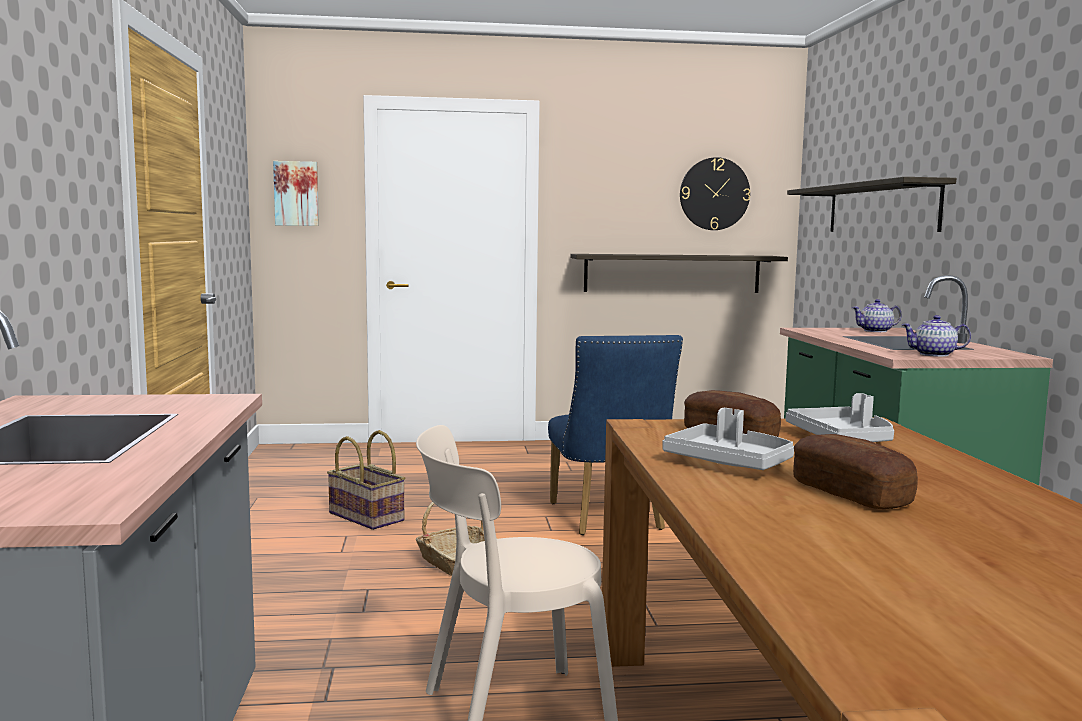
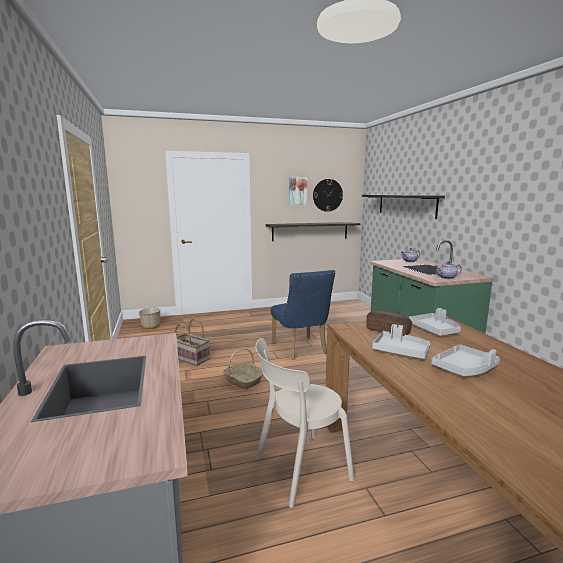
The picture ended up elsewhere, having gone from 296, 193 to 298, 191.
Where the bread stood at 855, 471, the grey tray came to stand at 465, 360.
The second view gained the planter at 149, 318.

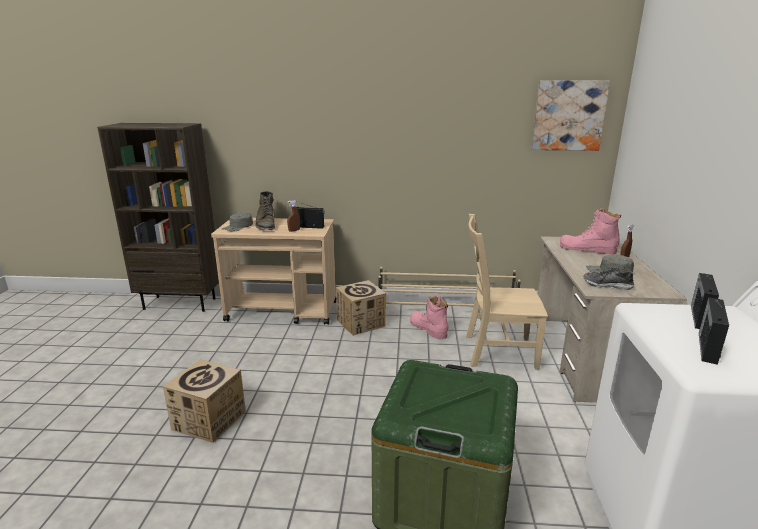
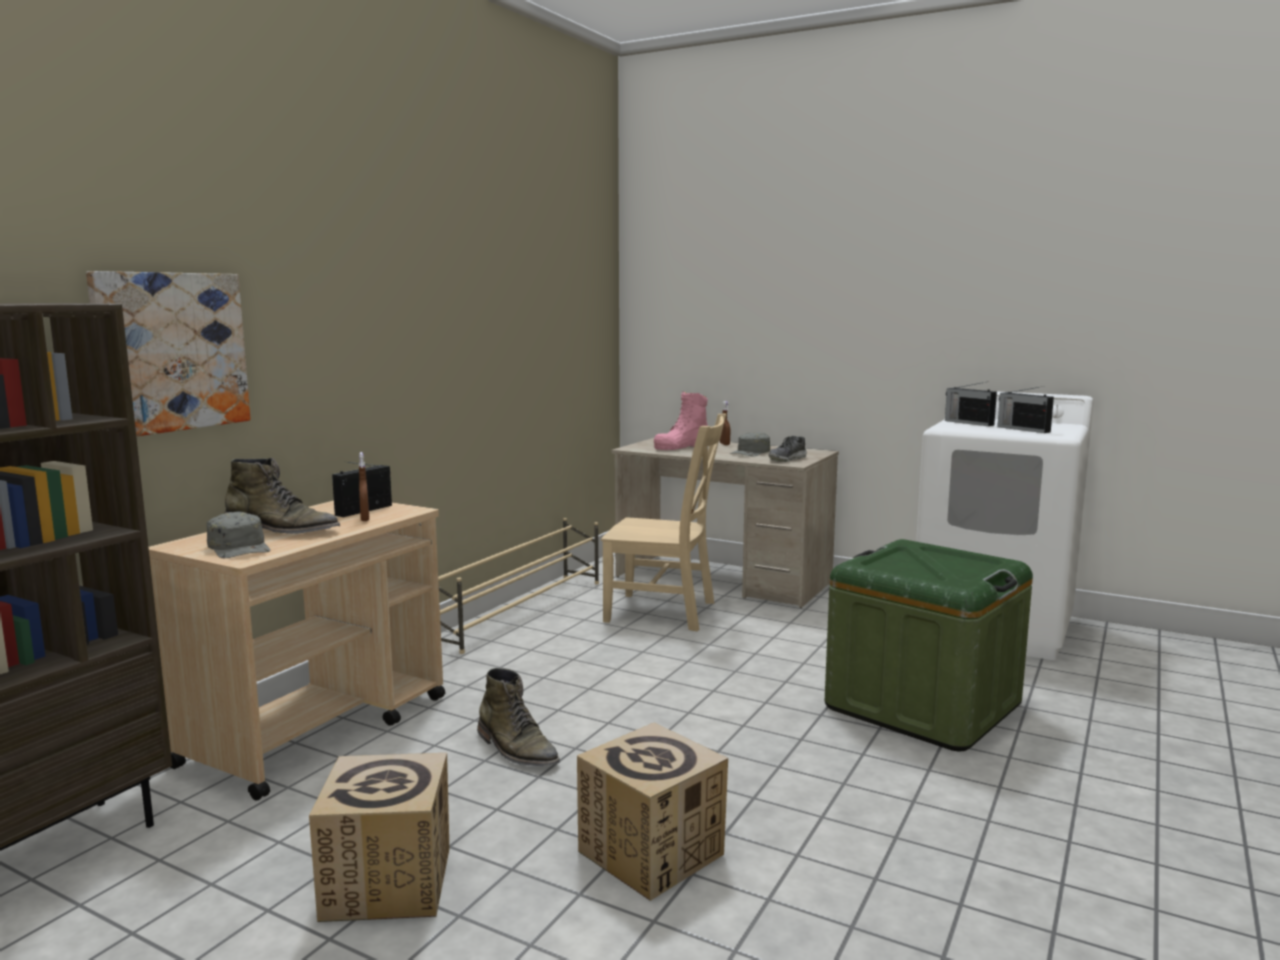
The picture ended up elsewhere, having gone from 571, 115 to 168, 353.
The beige chair at 507, 292 ended up facing another way, 105 degrees counterclockwise from before.
The cardboard box ended up elsewhere, having gone from 361, 308 to 379, 837.
The second view lost the pink boot at 429, 317.
The second view gained the green boot at 518, 717.

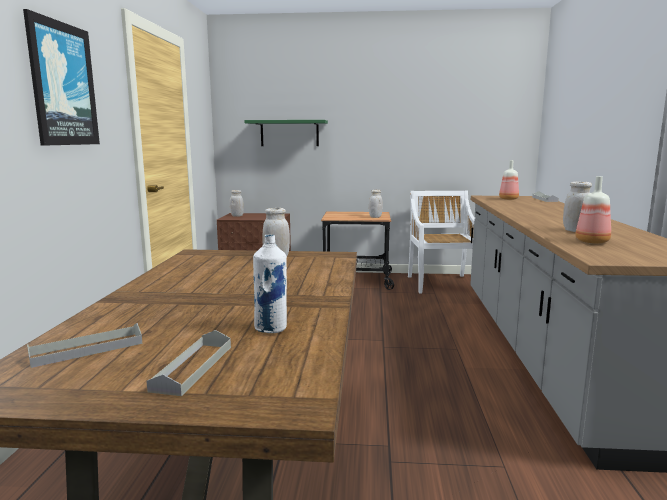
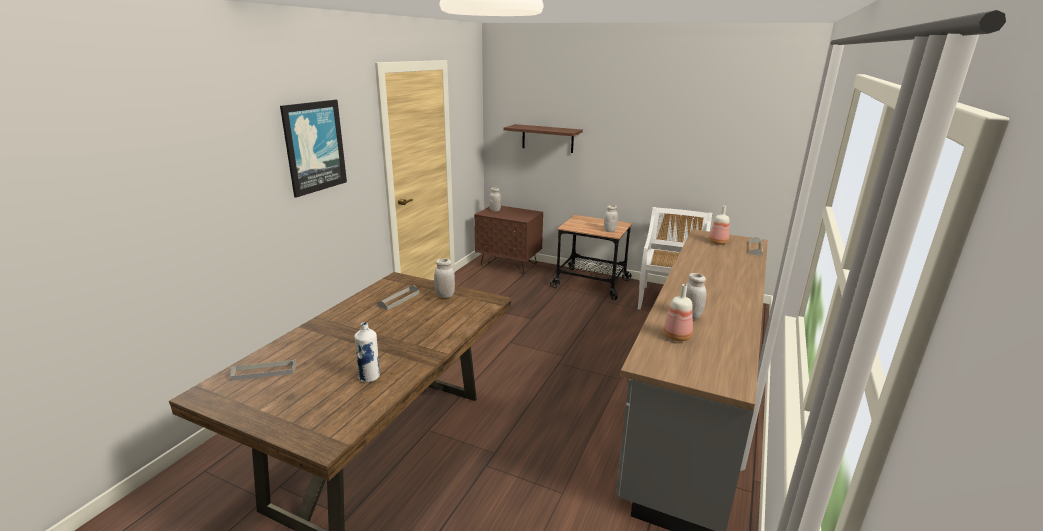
What was the green shelf at 286, 133 turned into the brown shelf at 543, 138.
The grey tray ended up elsewhere, having gone from 188, 363 to 398, 297.

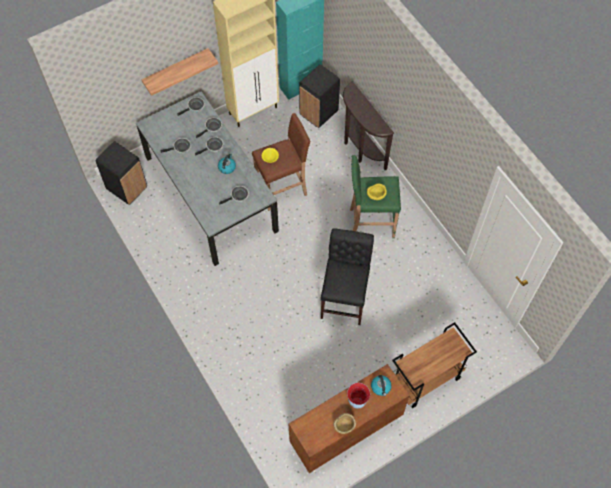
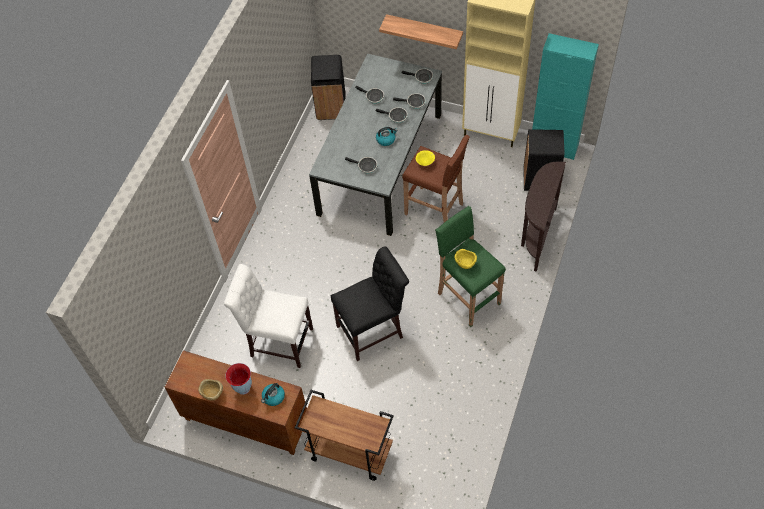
The second view gained the white chair at 268, 316.

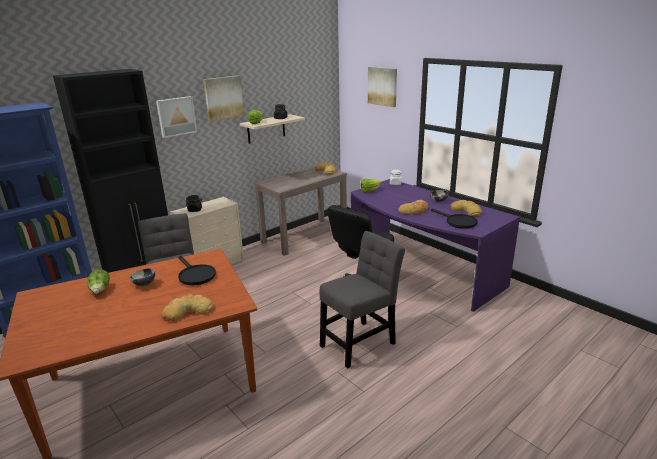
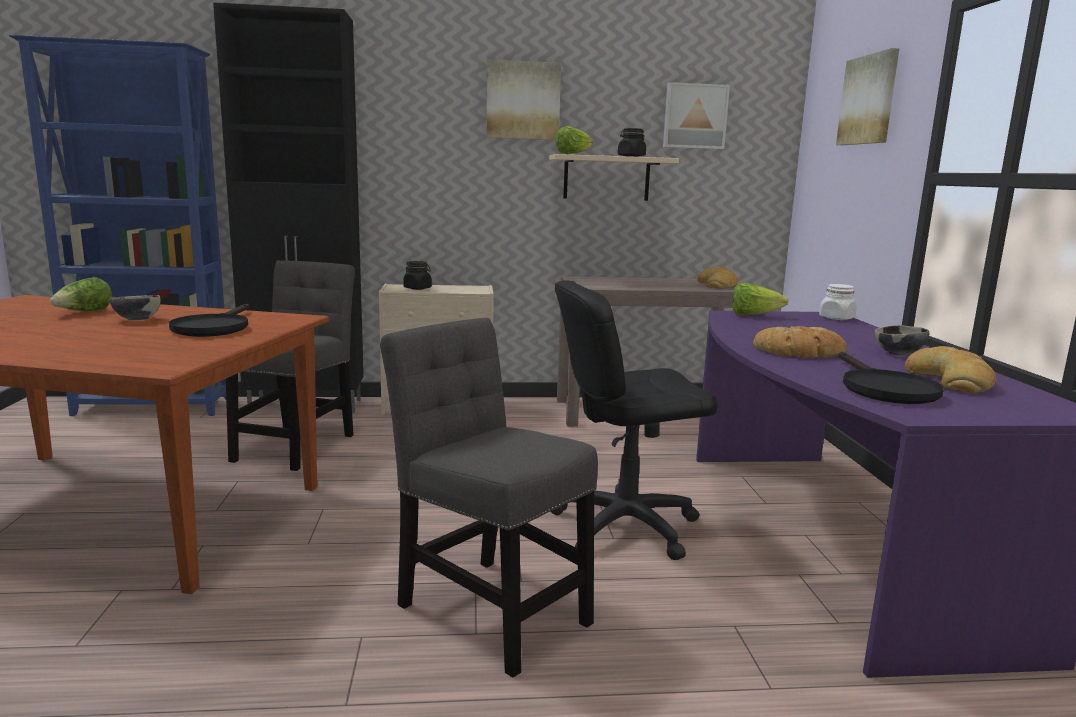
The picture ended up elsewhere, having gone from 176, 117 to 696, 115.
The grey chair at 362, 299 ended up facing another way, 135 degrees counterclockwise from before.
The second view lost the bread at 187, 308.

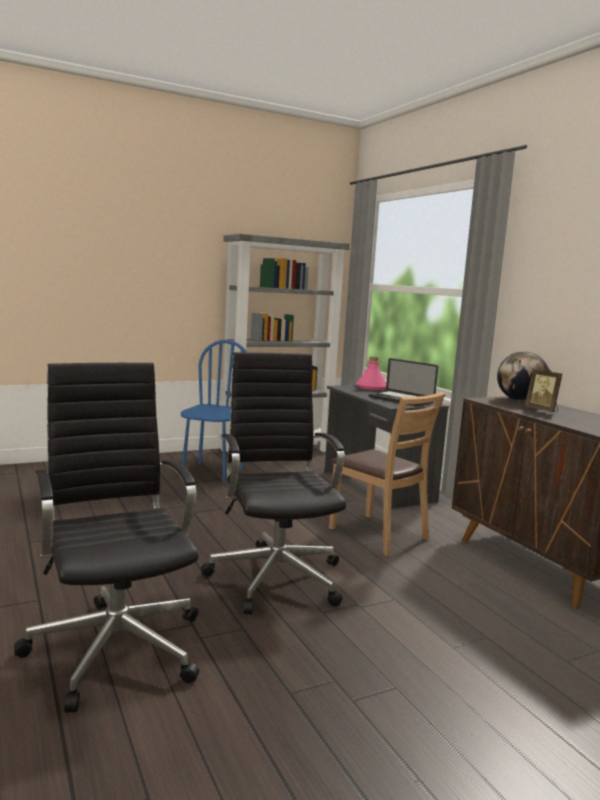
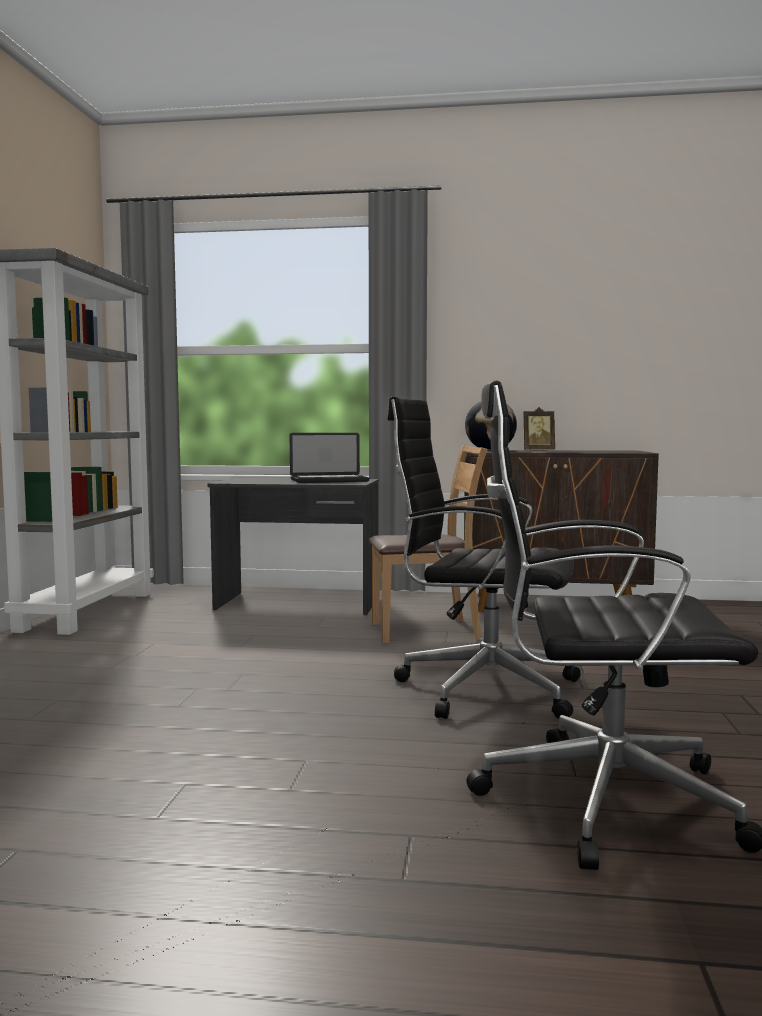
The second view lost the blue chair at 214, 411.
The second view lost the pink bottle at 371, 373.

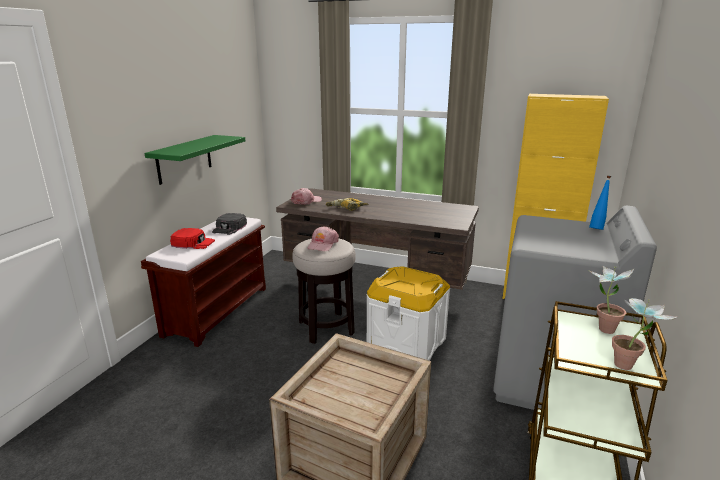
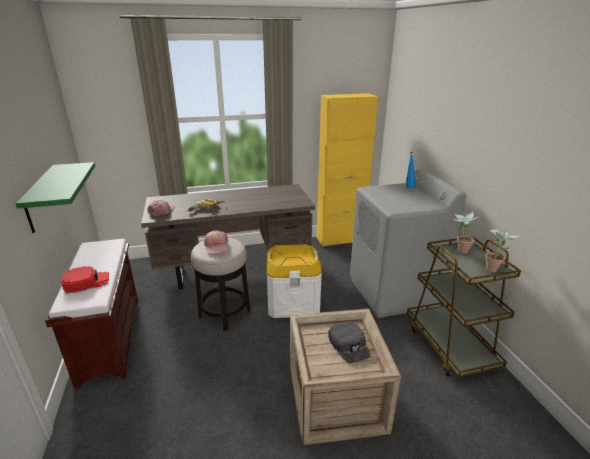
The black cap ended up elsewhere, having gone from 229, 224 to 349, 342.

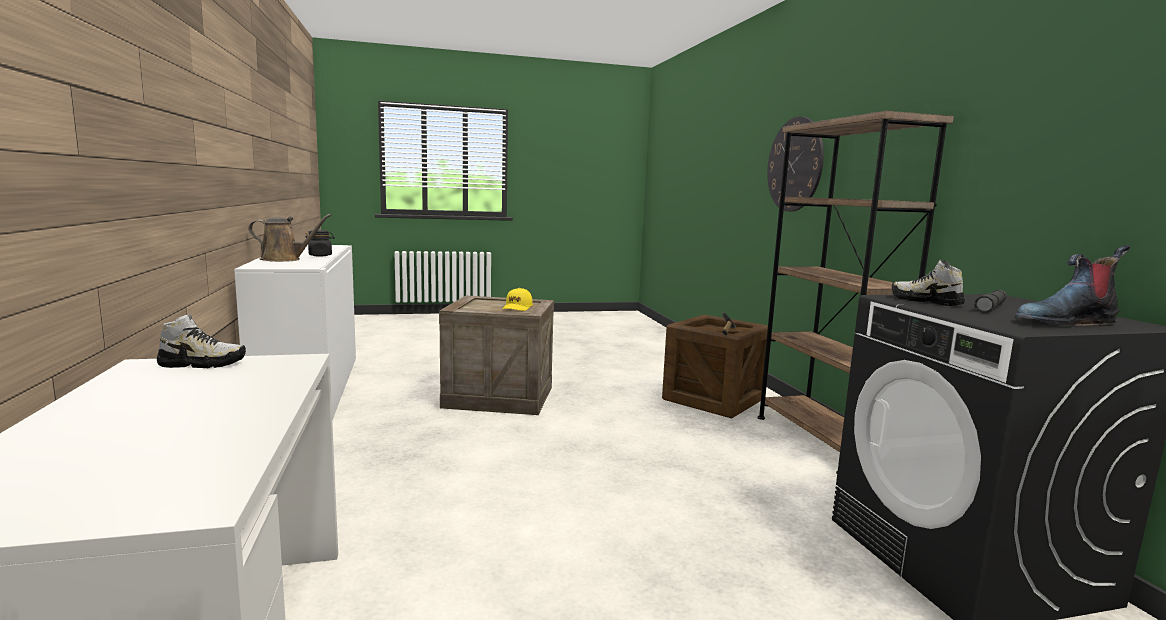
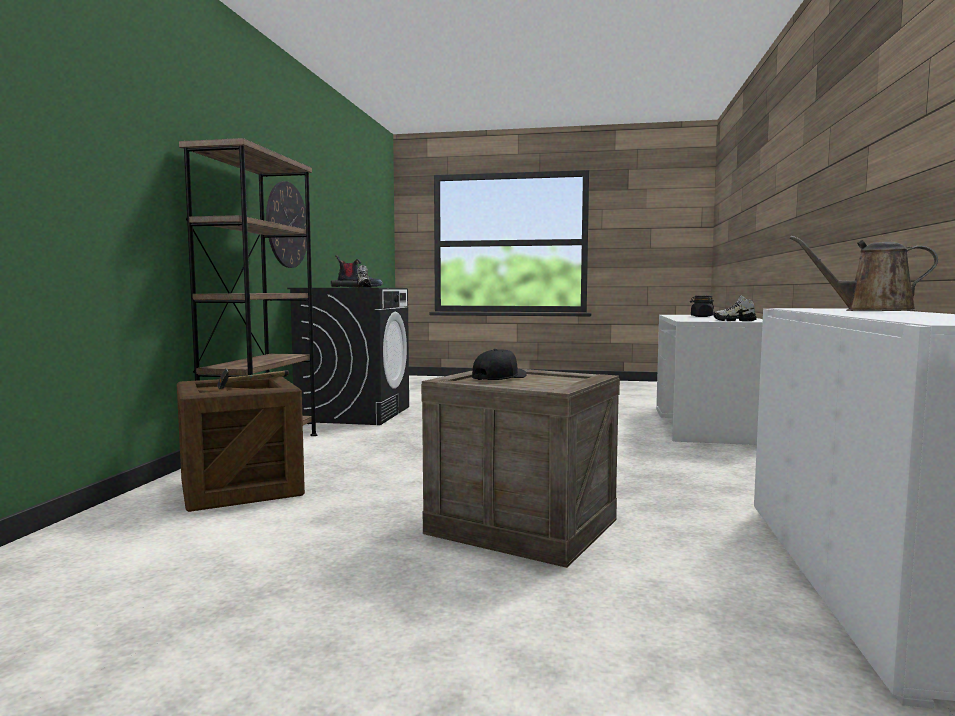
The wall clock ended up elsewhere, having gone from 795, 164 to 286, 224.
The black jar ended up elsewhere, having gone from 320, 243 to 702, 306.
What was the yellow cap at 517, 299 turned into the black cap at 499, 364.

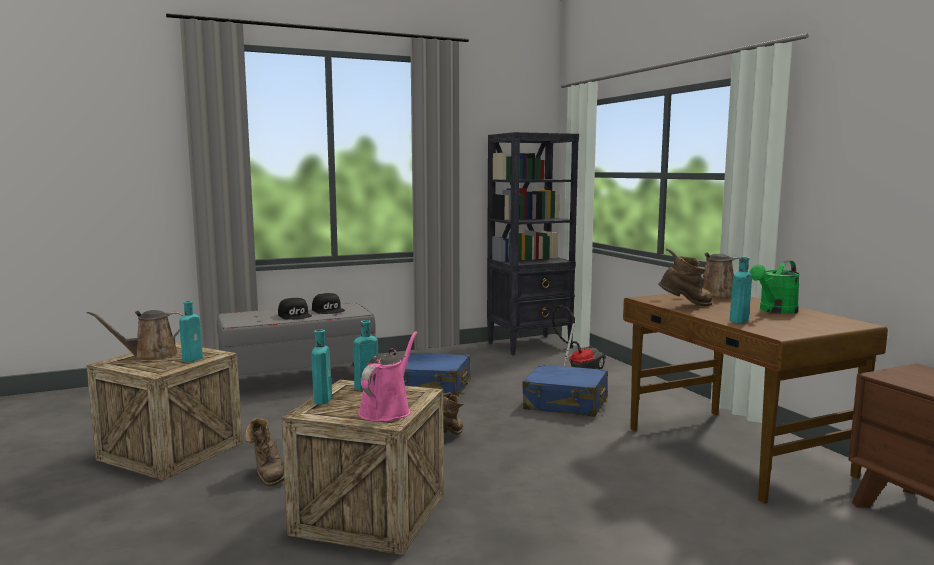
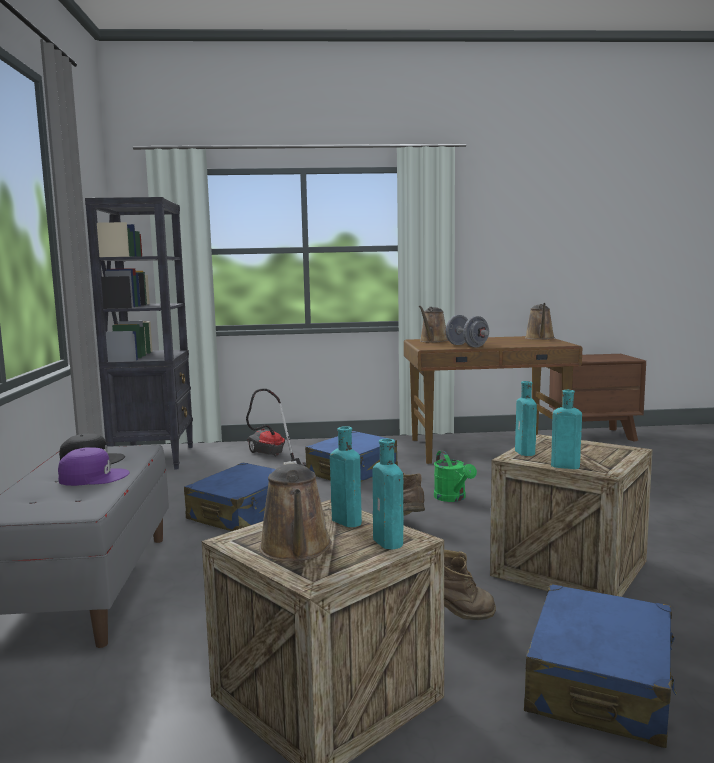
Where the brown boot stood at 685, 281, the grey dumbbell came to stand at 467, 331.
The turquoise bottle ended up elsewhere, having gone from 740, 290 to 388, 494.
The green watering can ended up elsewhere, having gone from 774, 287 to 455, 476.
What was the black cap at 295, 309 turned into the purple cap at 94, 466.
The second view lost the pink watering can at 387, 376.
The second view gained the brown watering can at 540, 321.
The second view gained the blue suitcase at 600, 666.

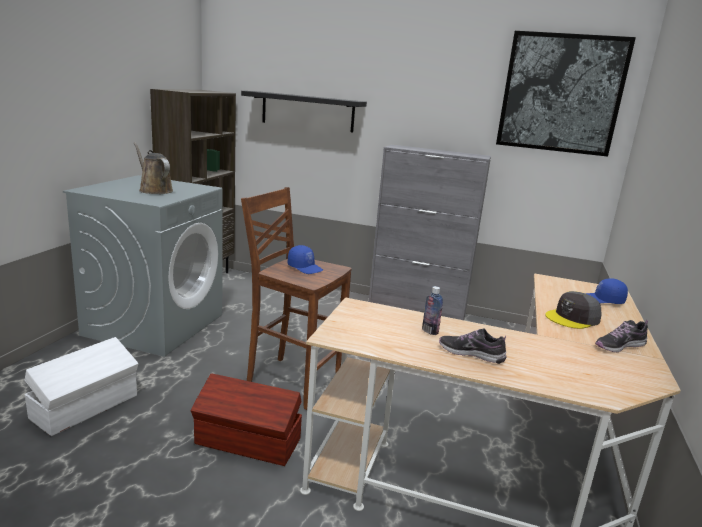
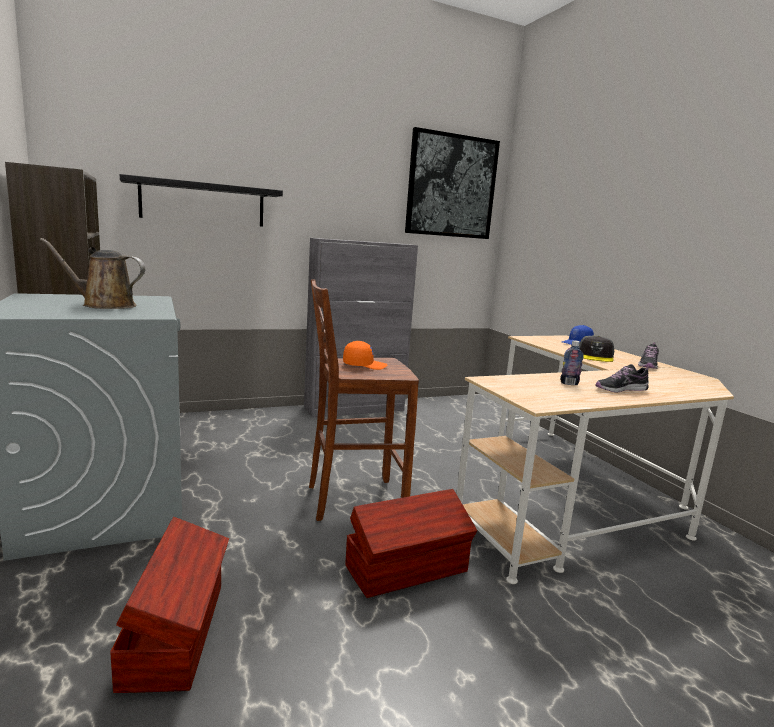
What was the blue cap at 305, 259 turned into the orange cap at 365, 355.
What was the white storage box at 81, 386 turned into the brown storage box at 169, 605.

